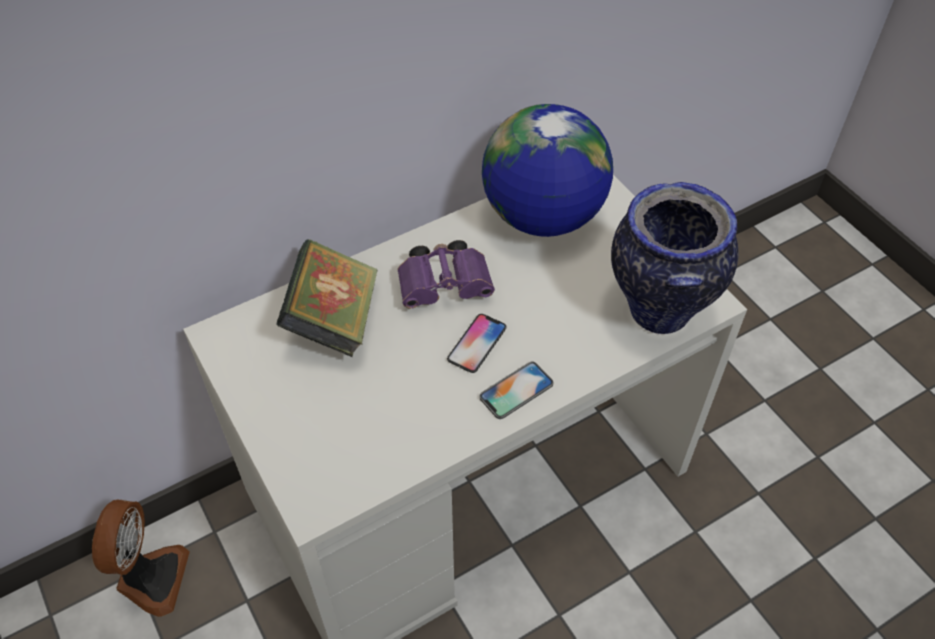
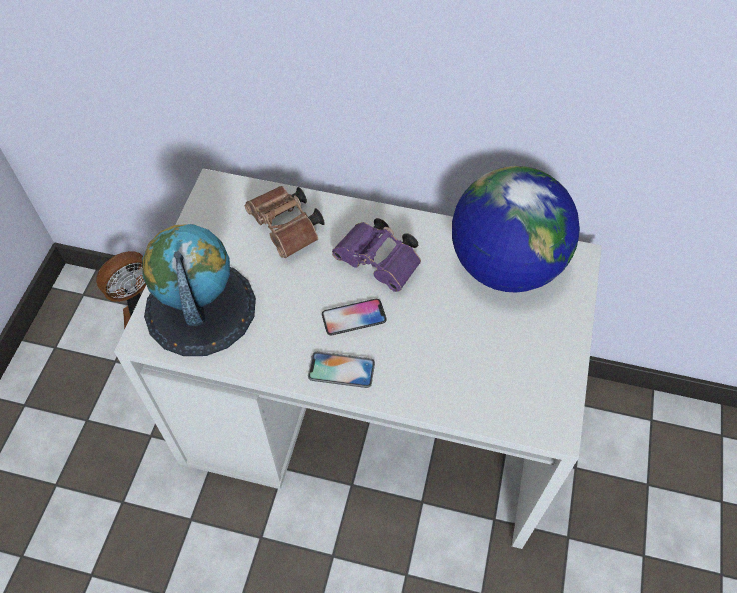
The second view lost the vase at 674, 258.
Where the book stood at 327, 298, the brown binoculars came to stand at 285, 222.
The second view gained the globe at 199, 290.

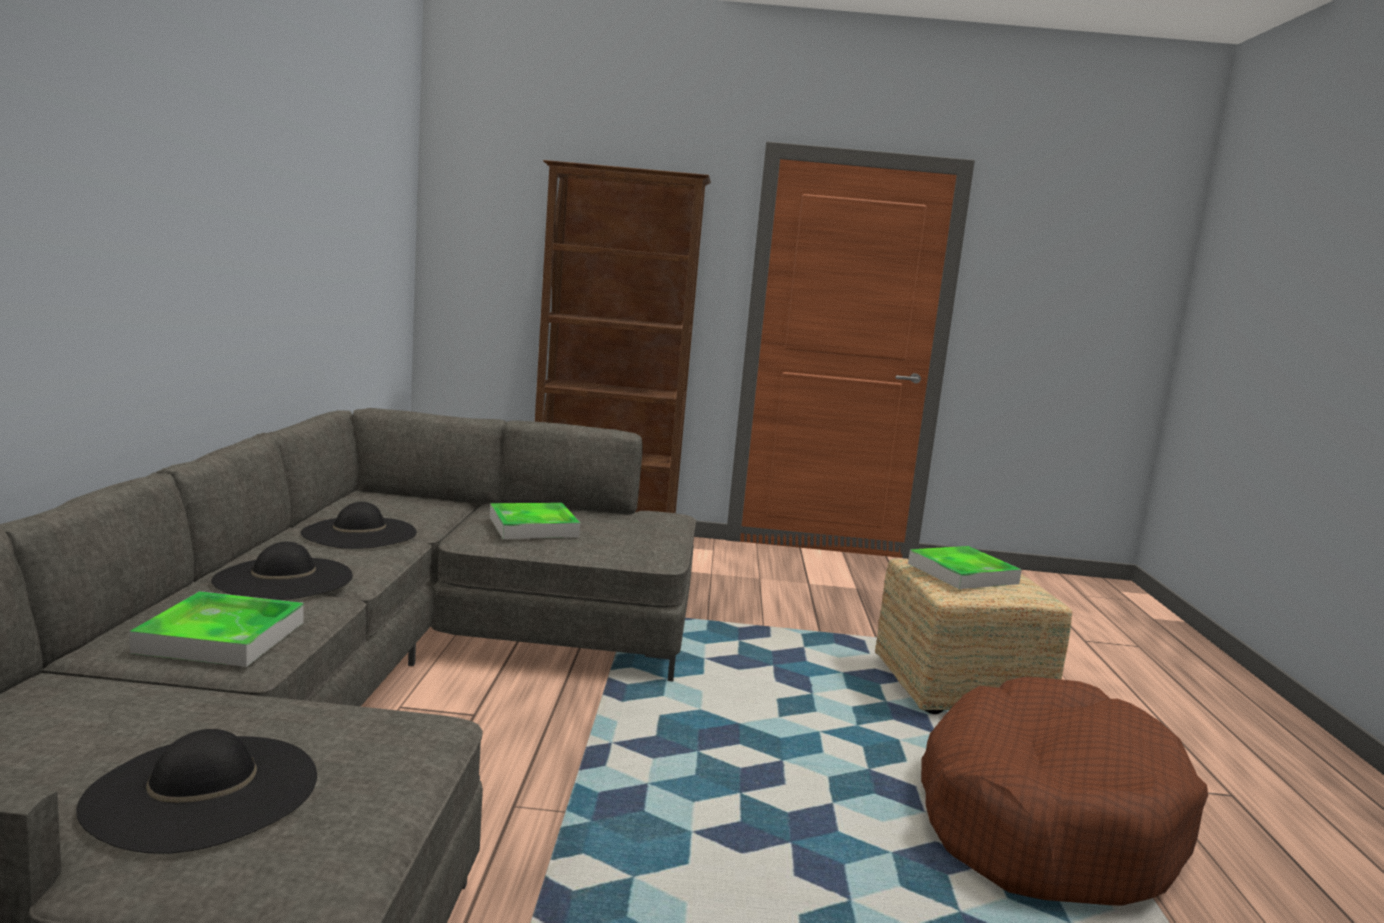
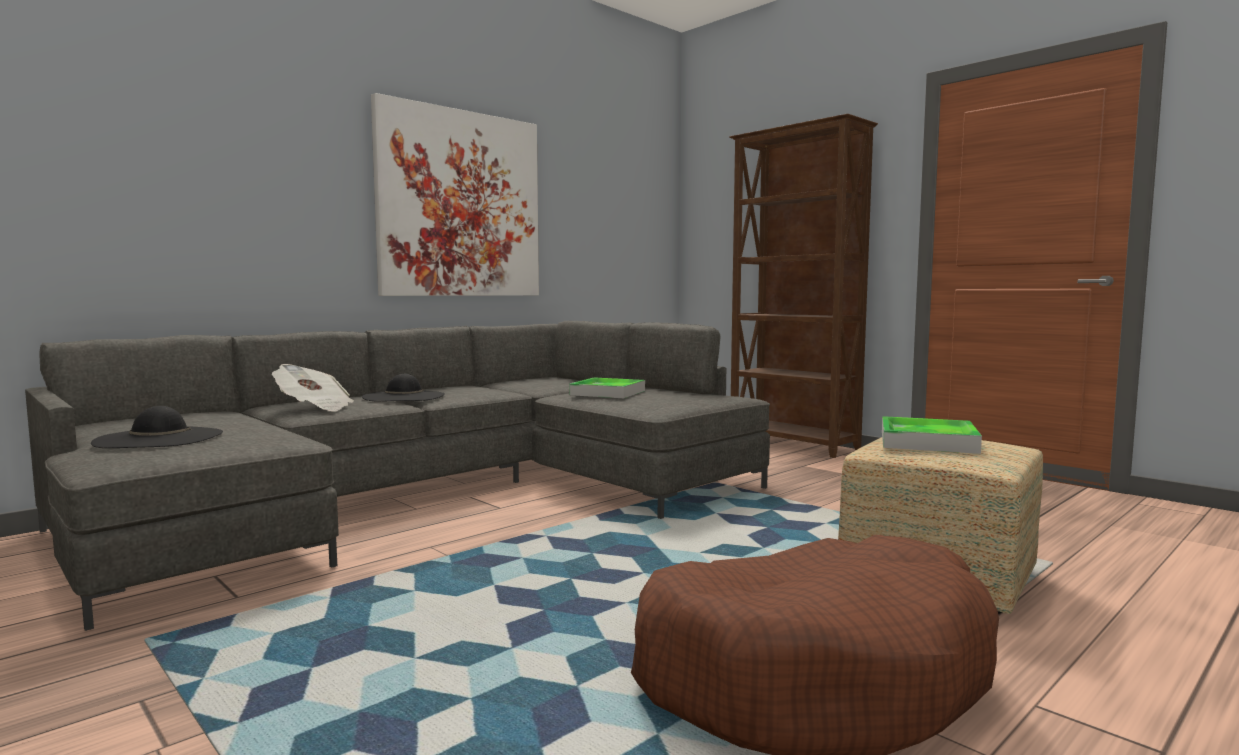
The second view lost the black hat at 358, 525.
Where the tray stood at 216, 629, the newspaper came to stand at 313, 388.
The second view gained the picture at 455, 194.

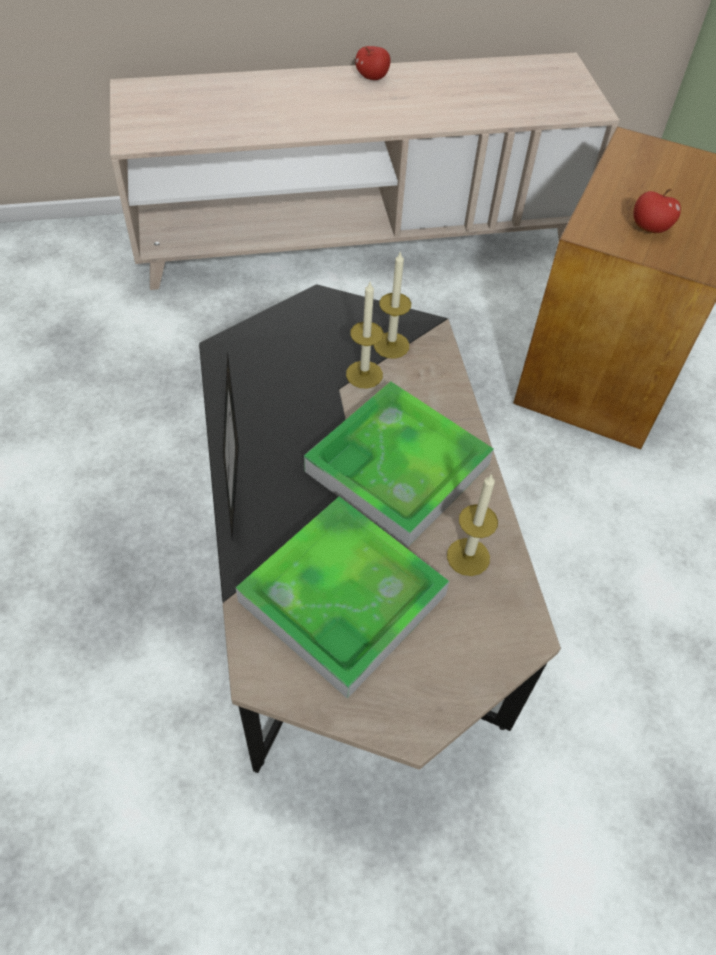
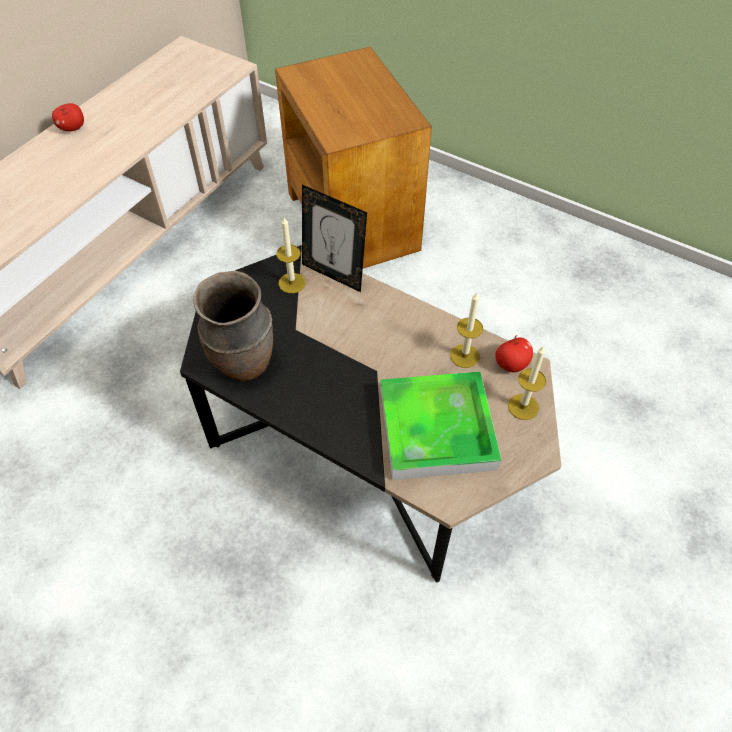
The apple ended up elsewhere, having gone from 657, 211 to 514, 353.
The candle ended up elsewhere, having gone from 364, 335 to 527, 383.
The picture frame ended up elsewhere, having gone from 231, 444 to 334, 238.
The second view lost the tray at 399, 464.
The second view gained the brown vase at 233, 326.

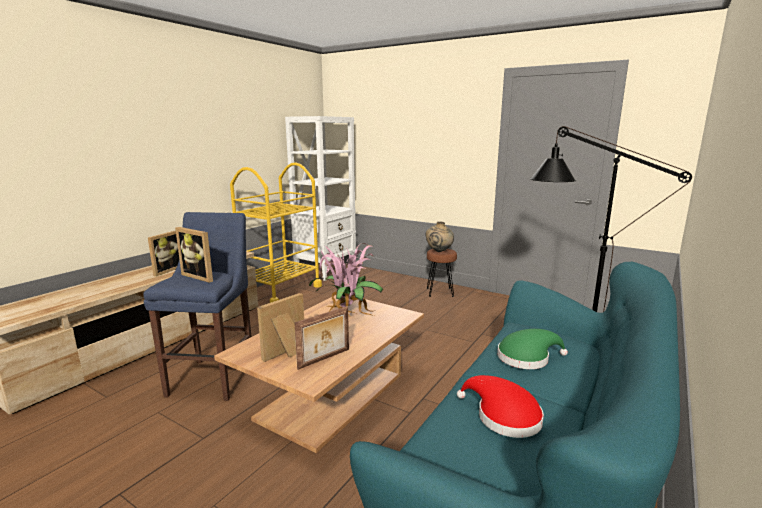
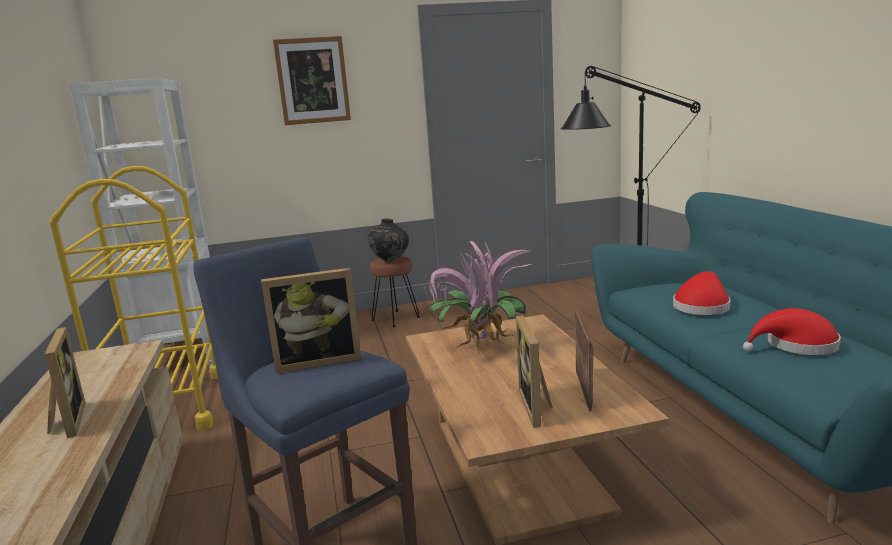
What was the beige vase at 439, 236 turned into the black vase at 388, 240.
What was the green hat at 532, 349 turned into the red hat at 701, 293.
The second view gained the picture at 312, 80.

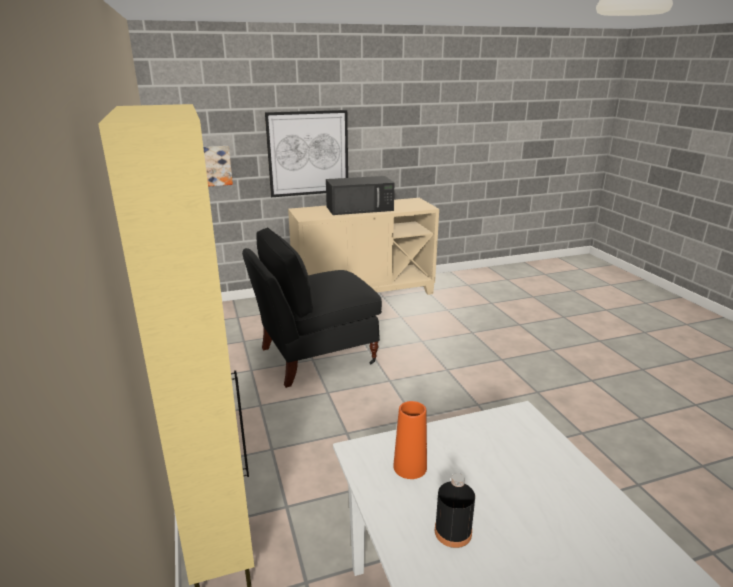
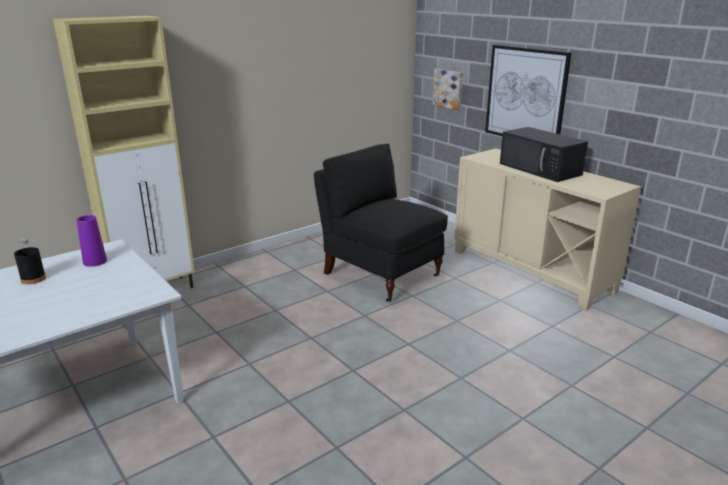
What was the orange vase at 410, 440 turned into the purple vase at 92, 241.

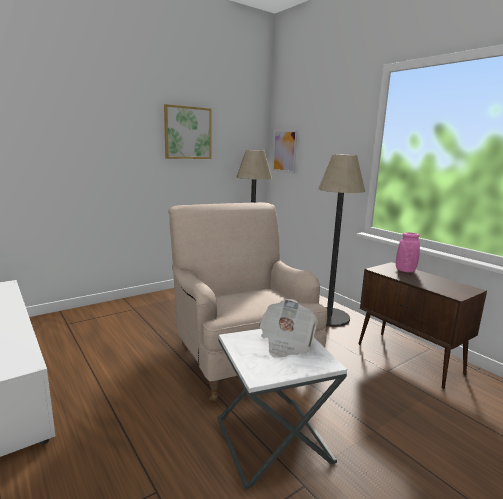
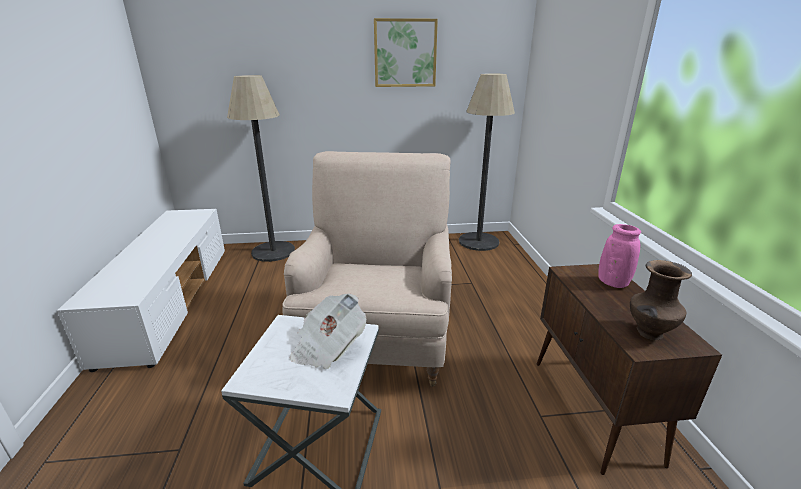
The second view lost the picture at 285, 151.
The floor lamp ended up elsewhere, having gone from 341, 240 to 261, 168.
The second view gained the brown vase at 661, 300.

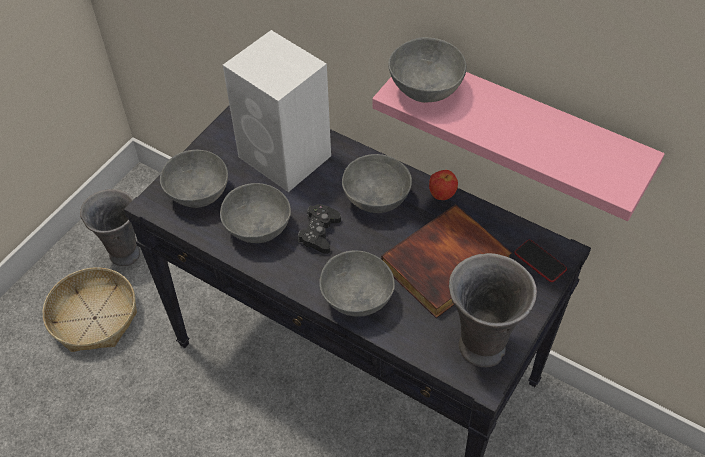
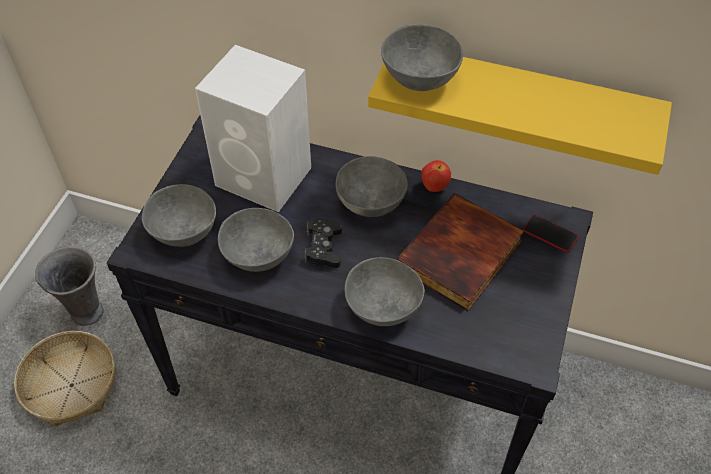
What was the pink shelf at 518, 146 turned into the yellow shelf at 520, 116.
The second view lost the grey vase at 493, 310.

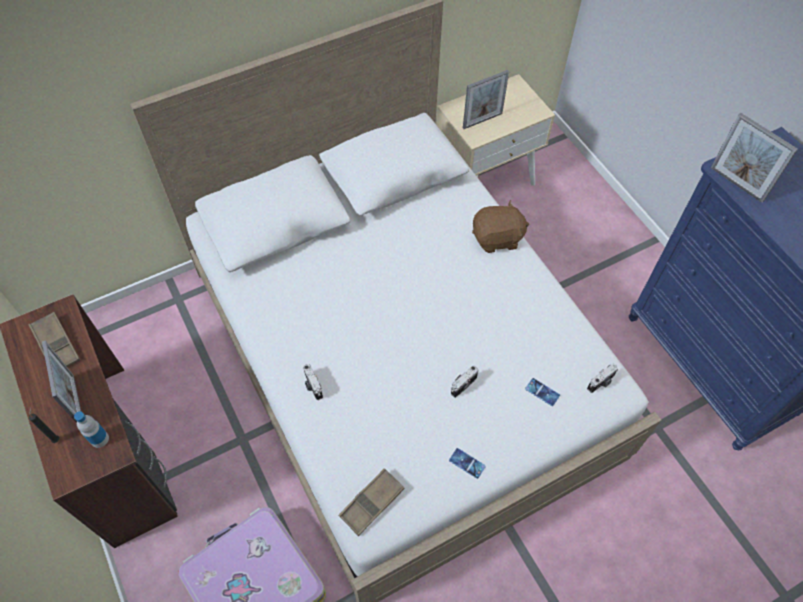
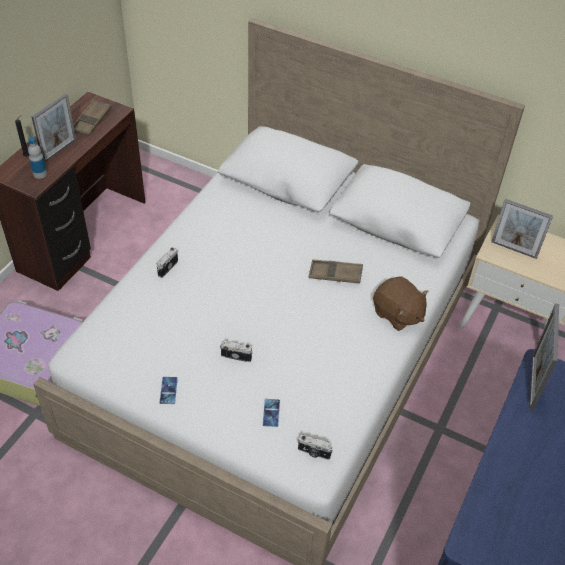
The brown tray ended up elsewhere, having gone from 371, 502 to 336, 271.

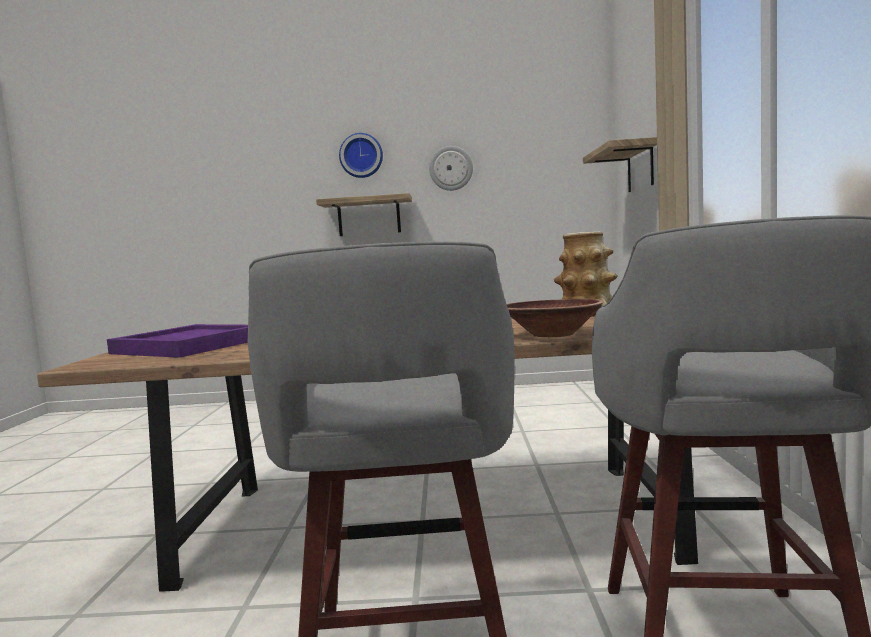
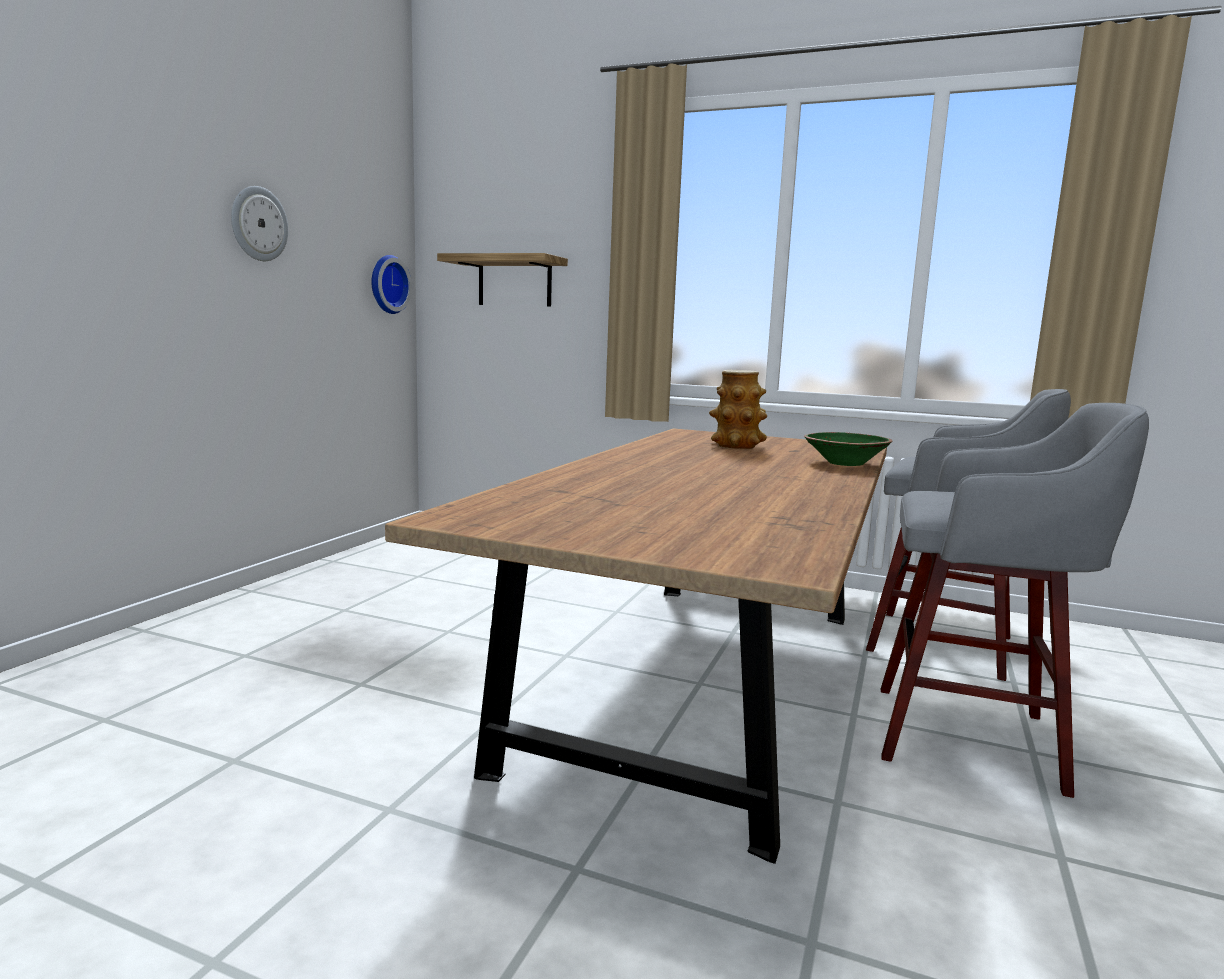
The wall clock ended up elsewhere, having gone from 361, 155 to 391, 284.
The second view lost the shelf at 364, 214.
What was the brown bowl at 555, 318 turned into the green bowl at 848, 449.
The second view lost the purple tray at 177, 341.

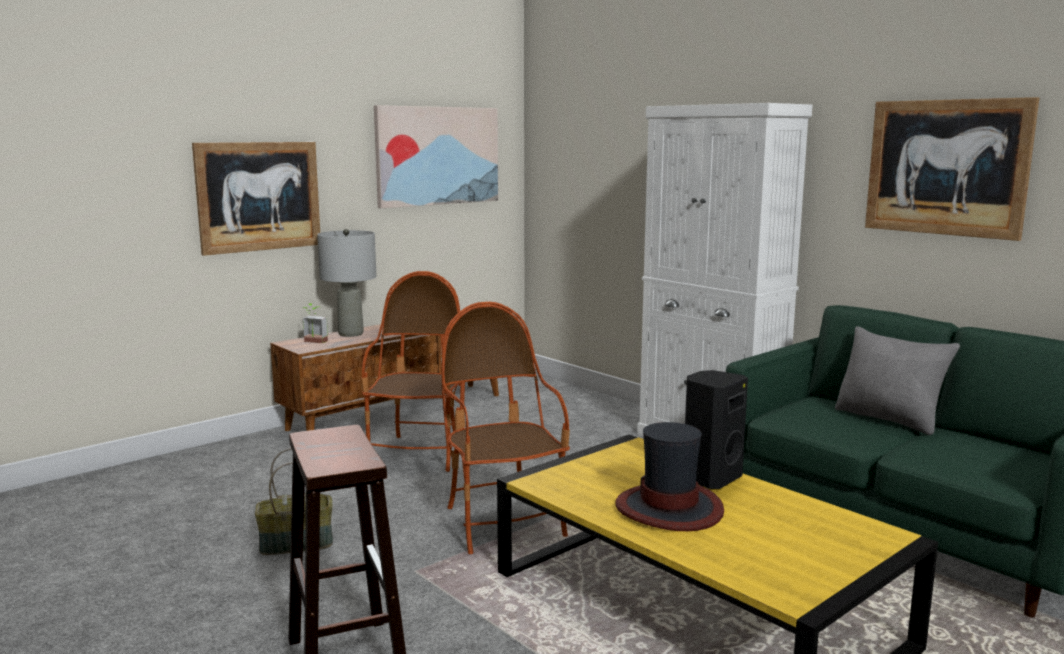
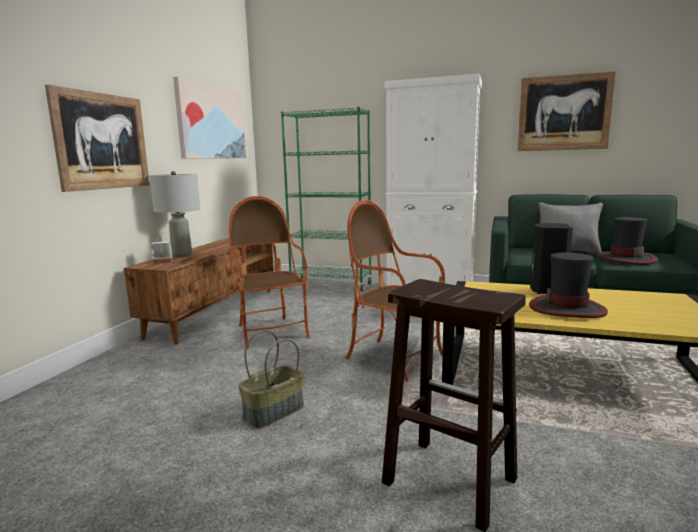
The second view gained the green bookcase at 326, 199.
The second view gained the hat at 627, 241.

